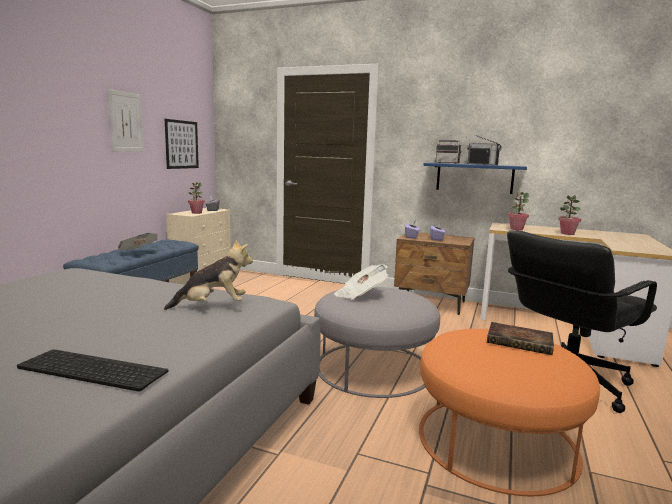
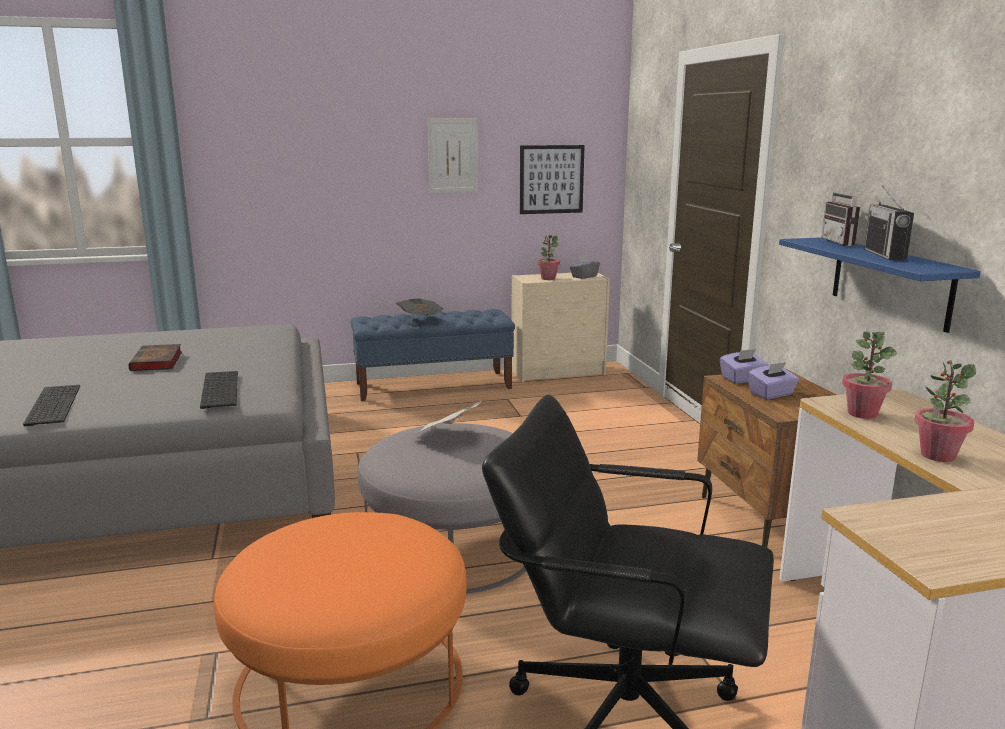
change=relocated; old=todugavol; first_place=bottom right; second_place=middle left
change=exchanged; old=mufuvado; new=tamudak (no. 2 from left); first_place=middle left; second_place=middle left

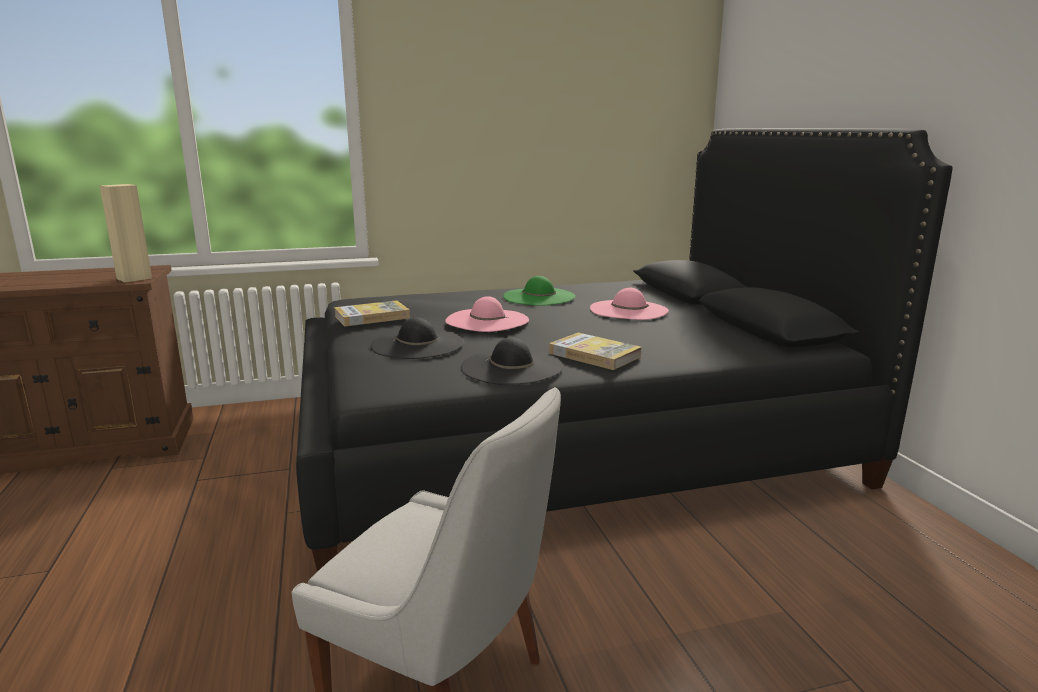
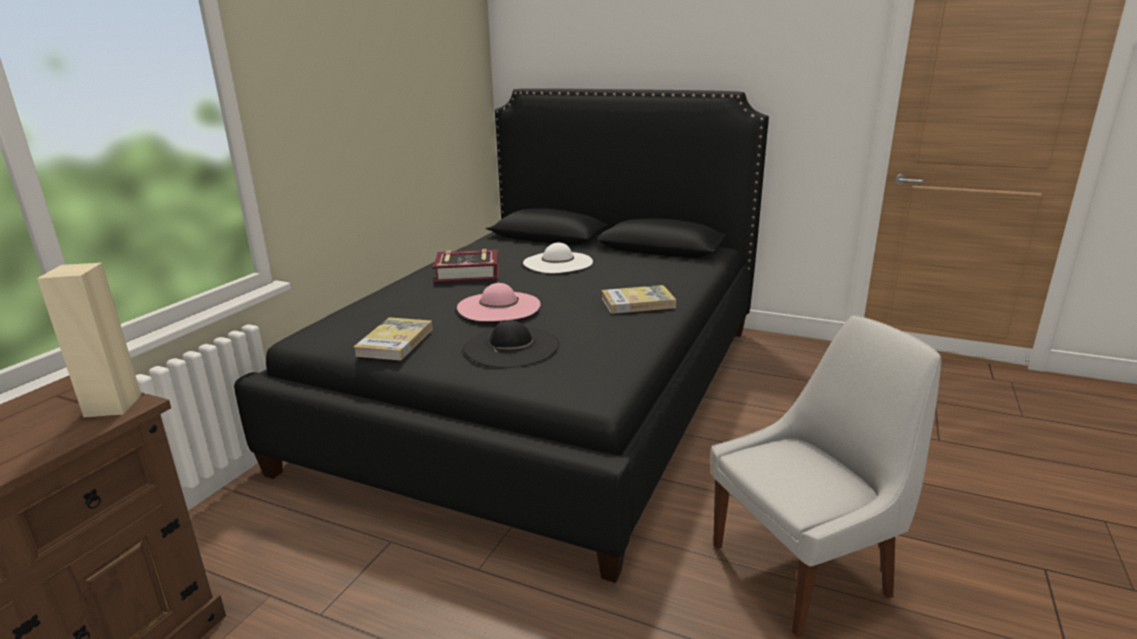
change=exchanged; old=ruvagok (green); new=todugavol (no. 2 from left); first_place=centre; second_place=centre
change=colour; old=ruvagok (pink) (no. 2 from left); new=ruvagok (white); first_place=centre; second_place=centre
change=missing; old=ruvagok (black) (no. 2 from left); first_place=centre

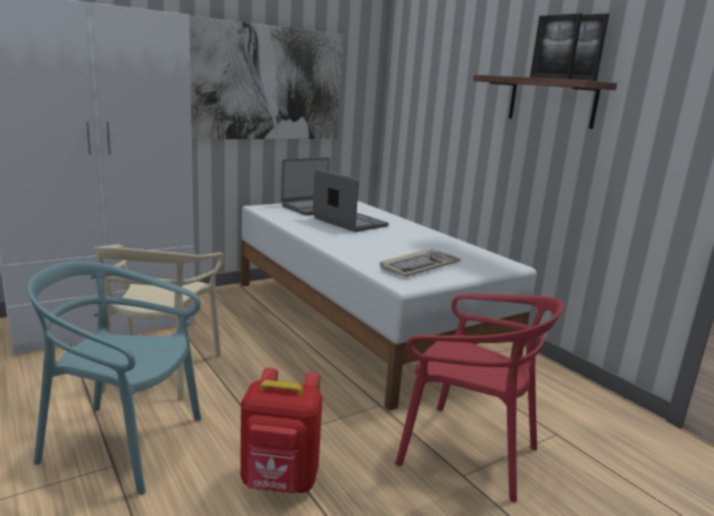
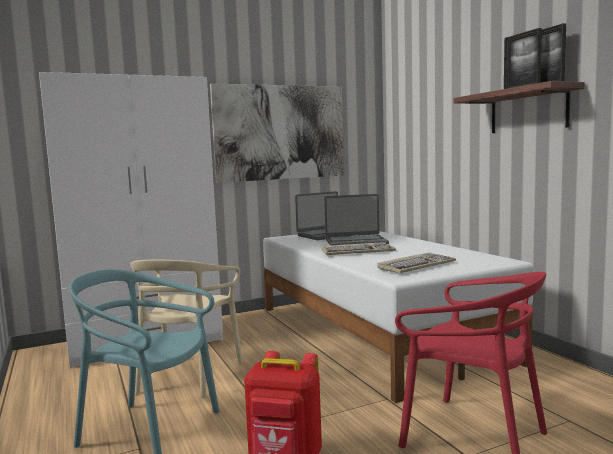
change=appeared; new=tamudak (no. 1 from left); second_place=centre
change=spun; old=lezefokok (no. 2 from left); first_place=centre; second_place=centre; degrees=120

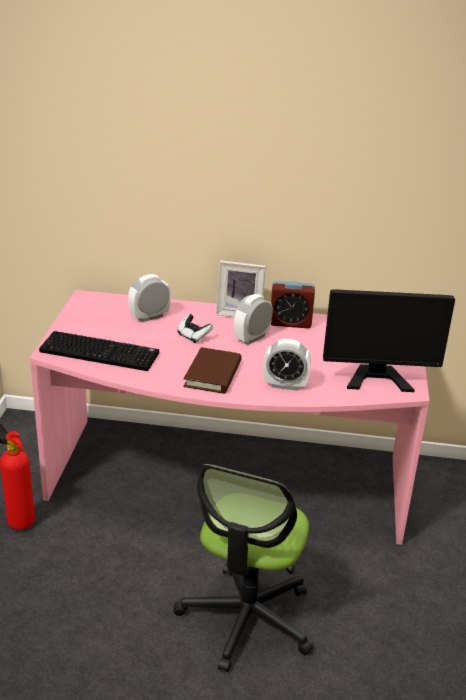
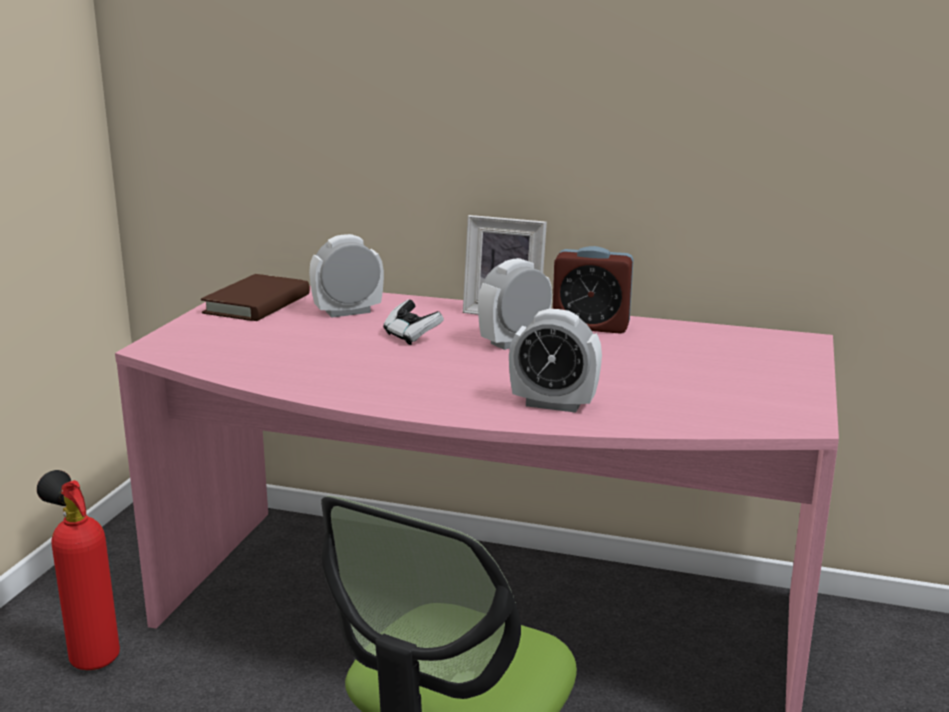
change=relocated; old=todugavol (brown); first_place=centre; second_place=middle left
change=missing; old=tamudak; first_place=middle left
change=missing; old=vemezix; first_place=middle right

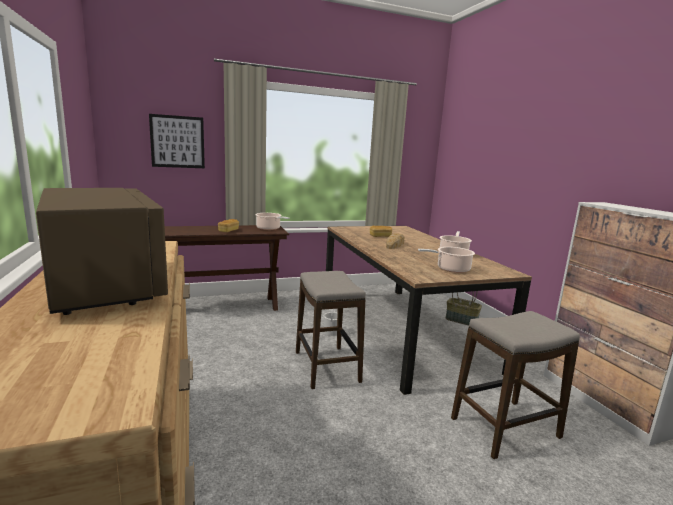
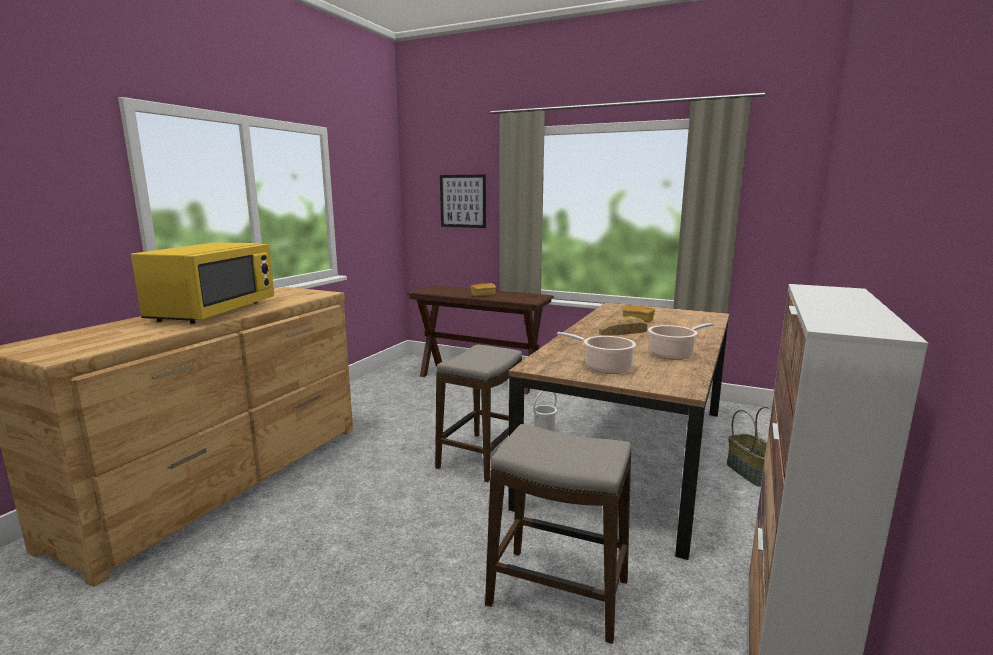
change=colour; old=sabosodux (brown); new=sabosodux (yellow); first_place=middle left; second_place=middle left
change=missing; old=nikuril (no. 1 from left); first_place=centre

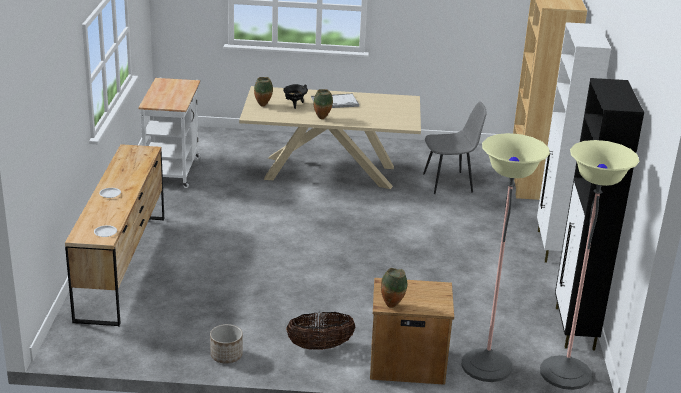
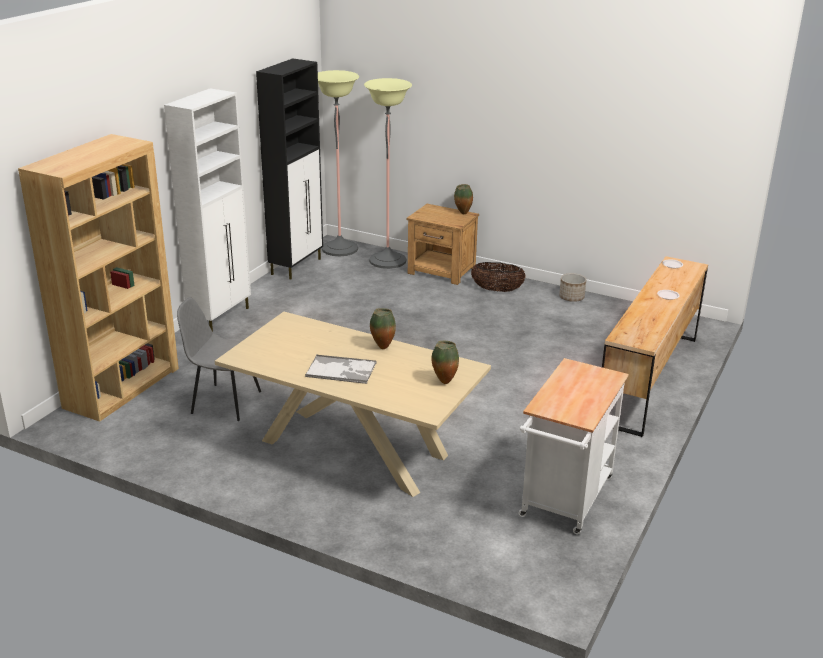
change=missing; old=nikuril (black); first_place=top centre

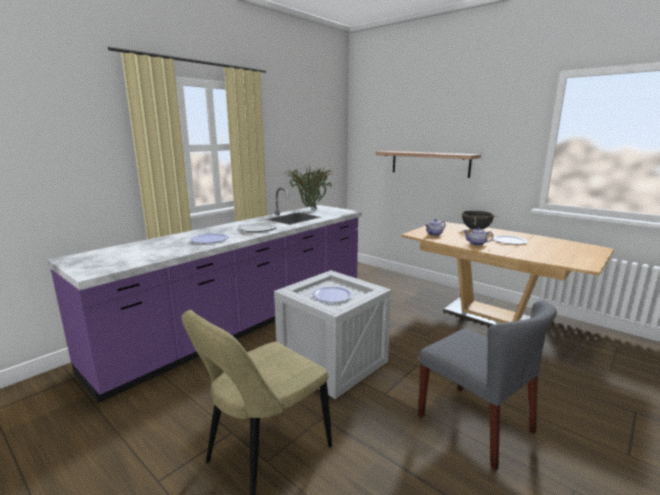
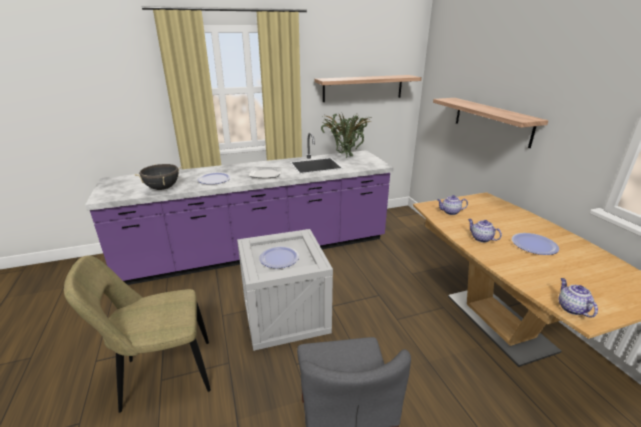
change=relocated; old=nikuril (black); first_place=middle right; second_place=middle left
change=appeared; new=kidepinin (no. 1 from left); second_place=top centre
change=appeared; new=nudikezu (no. 3 from left); second_place=bottom right

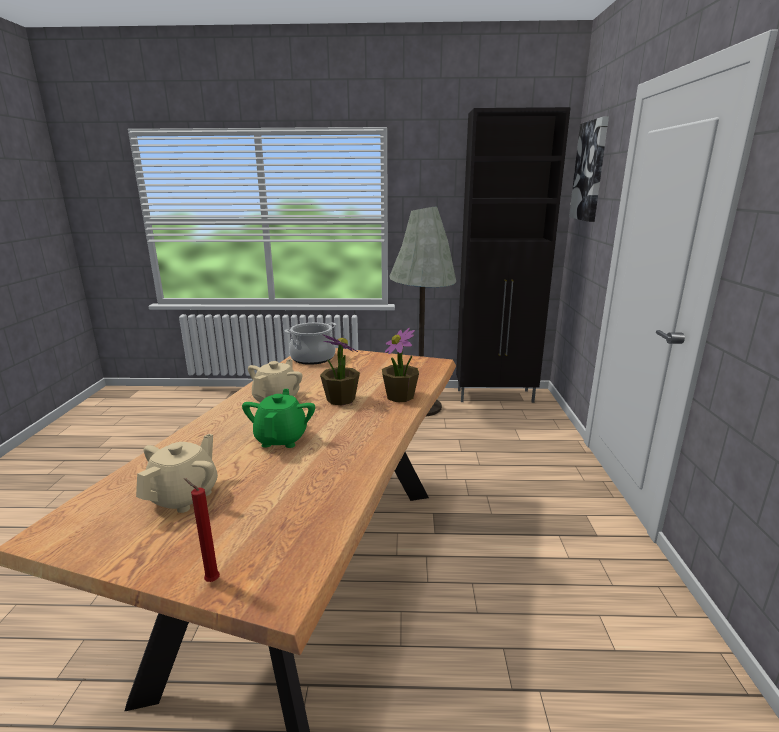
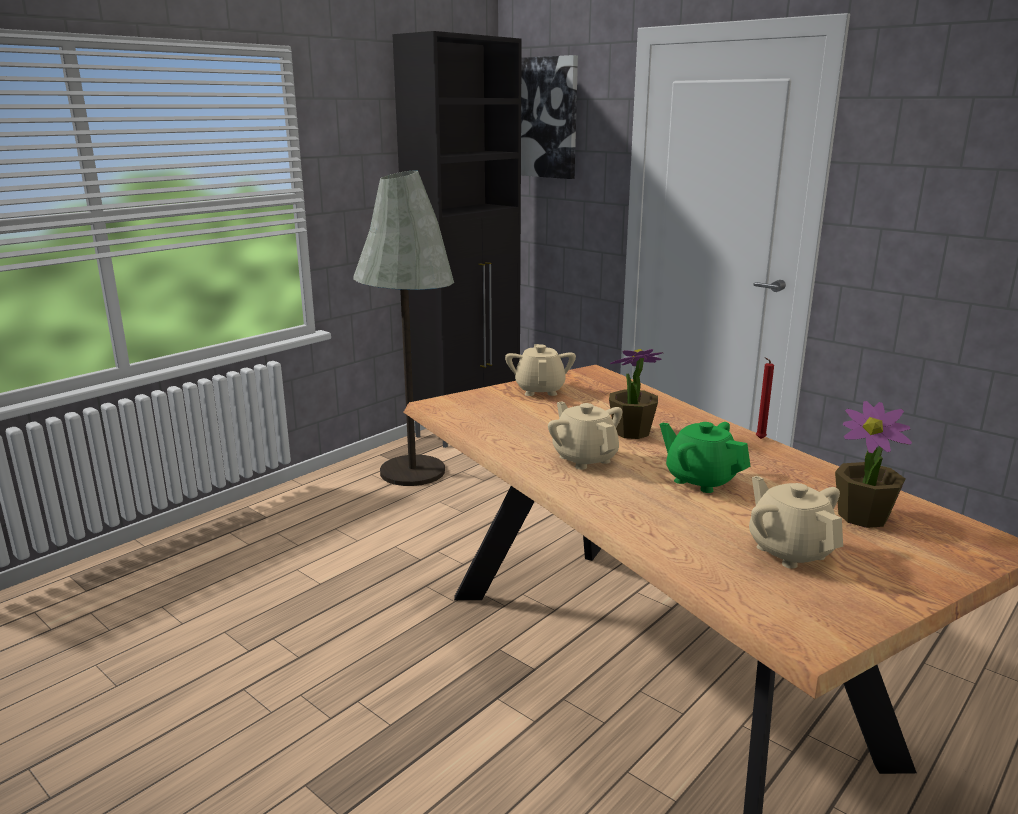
change=appeared; new=nudikezu (beige) (no. 1 from left); second_place=centre
change=relocated; old=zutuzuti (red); first_place=bottom left; second_place=middle right
change=relocated; old=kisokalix (no. 2 from left); first_place=centre; second_place=middle right
change=missing; old=nikuril; first_place=centre

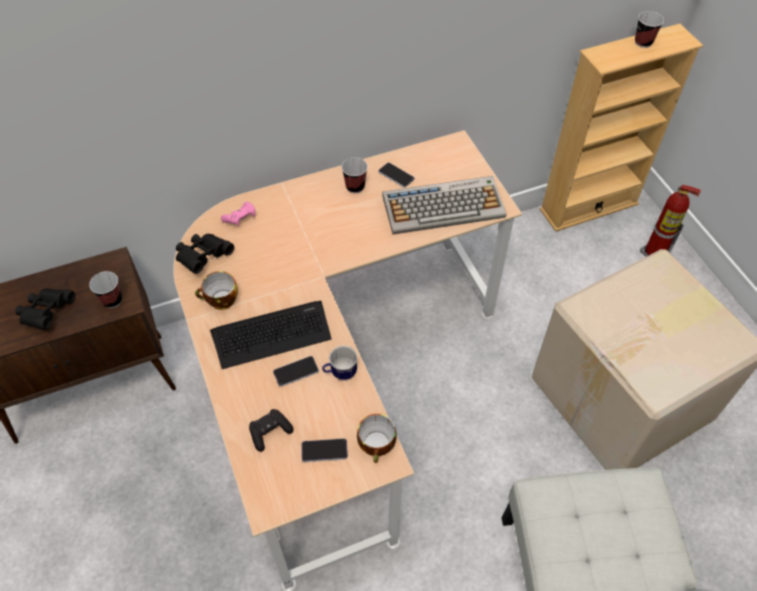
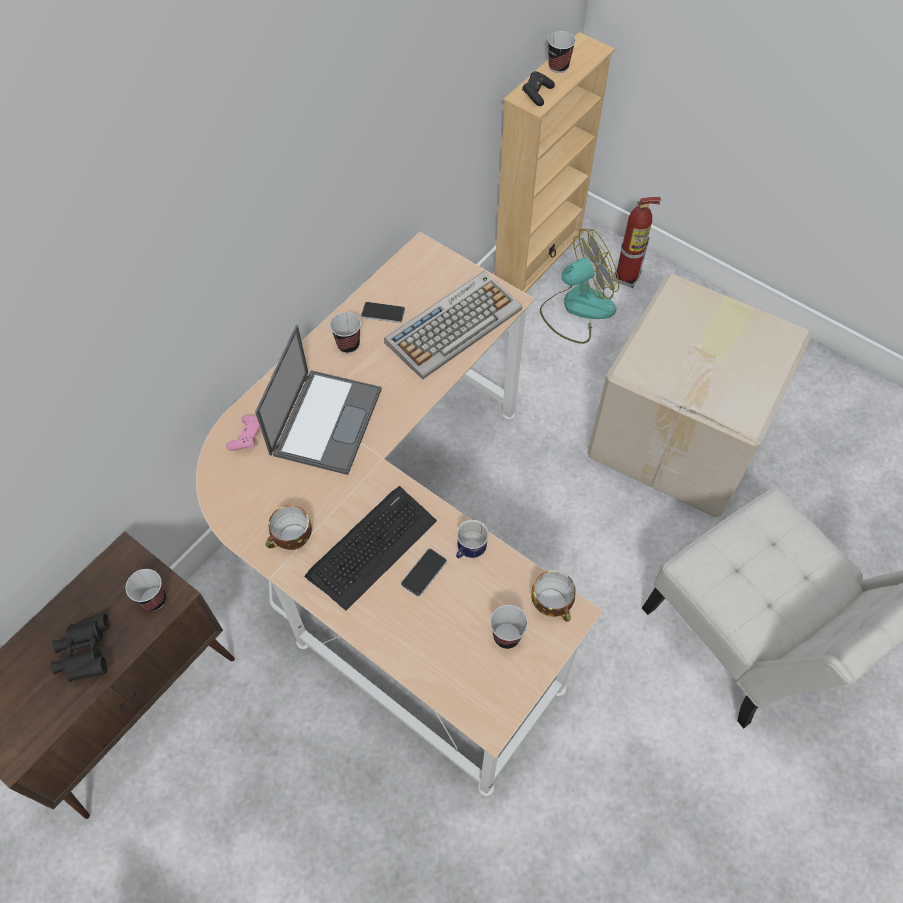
change=appeared; new=lezefokok; second_place=centre
change=exchanged; old=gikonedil (no. 2 from left); new=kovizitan (no. 4 from left); first_place=bottom centre; second_place=bottom centre
change=relocated; old=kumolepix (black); first_place=bottom centre; second_place=top centre
change=appeared; new=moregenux; second_place=top centre
change=missing; old=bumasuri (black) (no. 2 from left); first_place=middle left

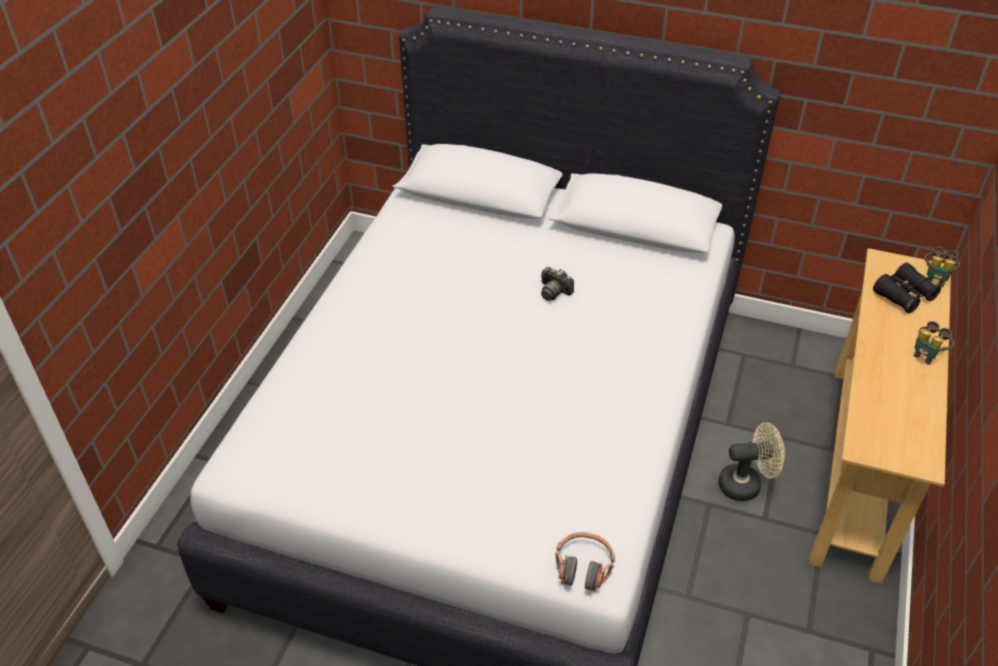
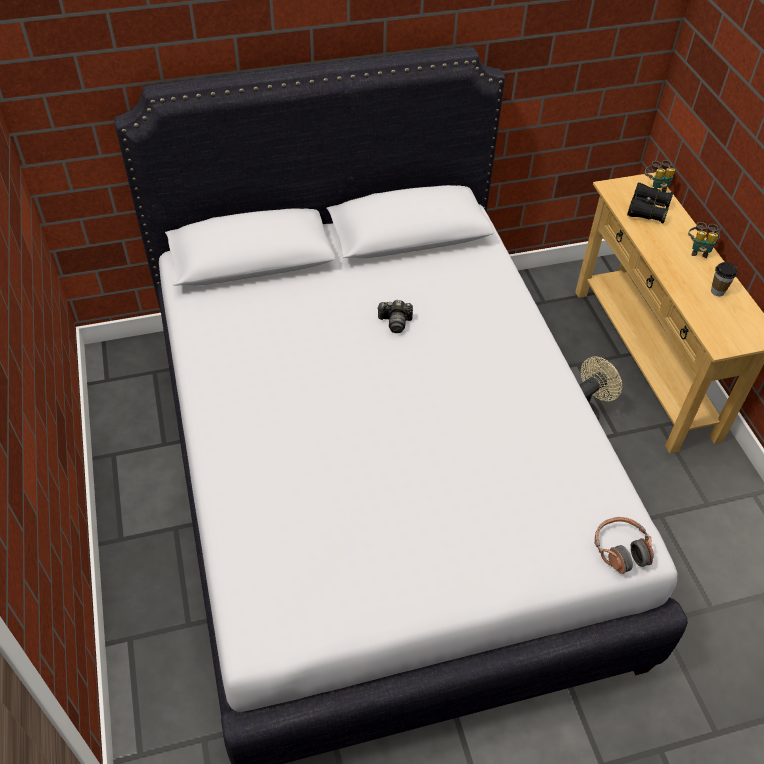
change=appeared; new=kovizitan; second_place=middle right

